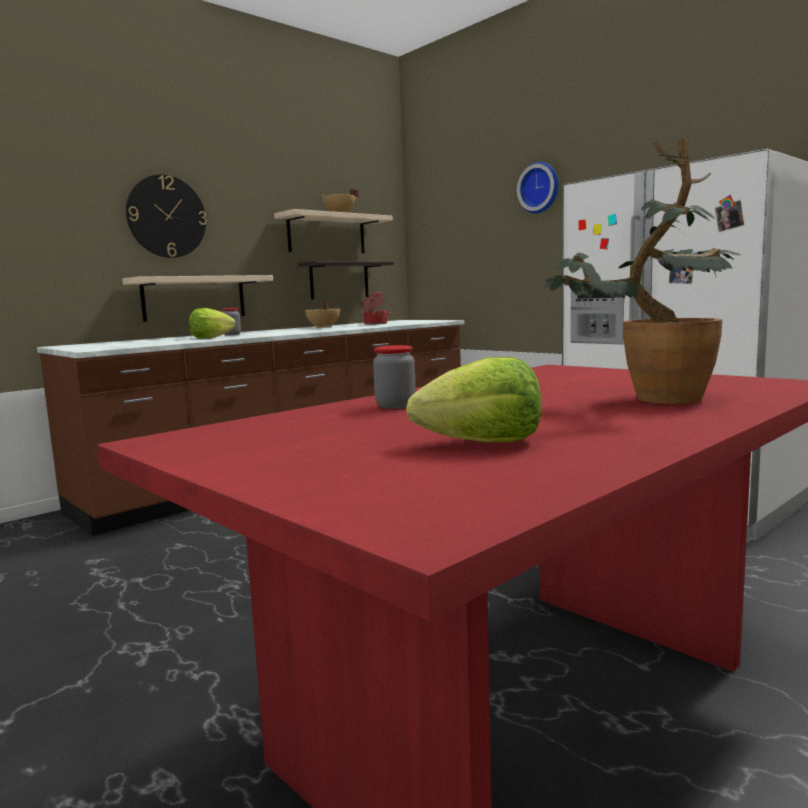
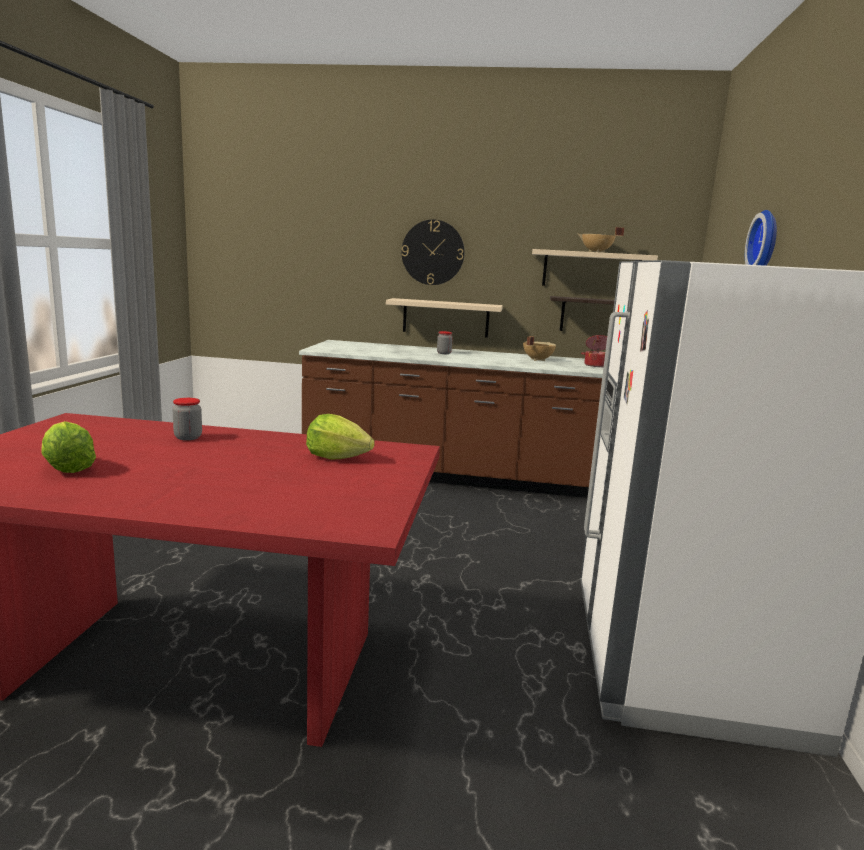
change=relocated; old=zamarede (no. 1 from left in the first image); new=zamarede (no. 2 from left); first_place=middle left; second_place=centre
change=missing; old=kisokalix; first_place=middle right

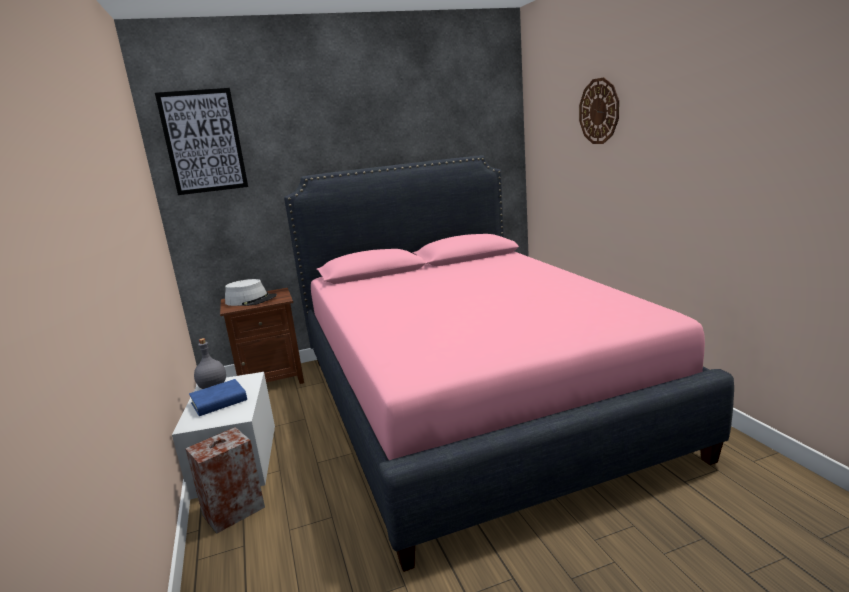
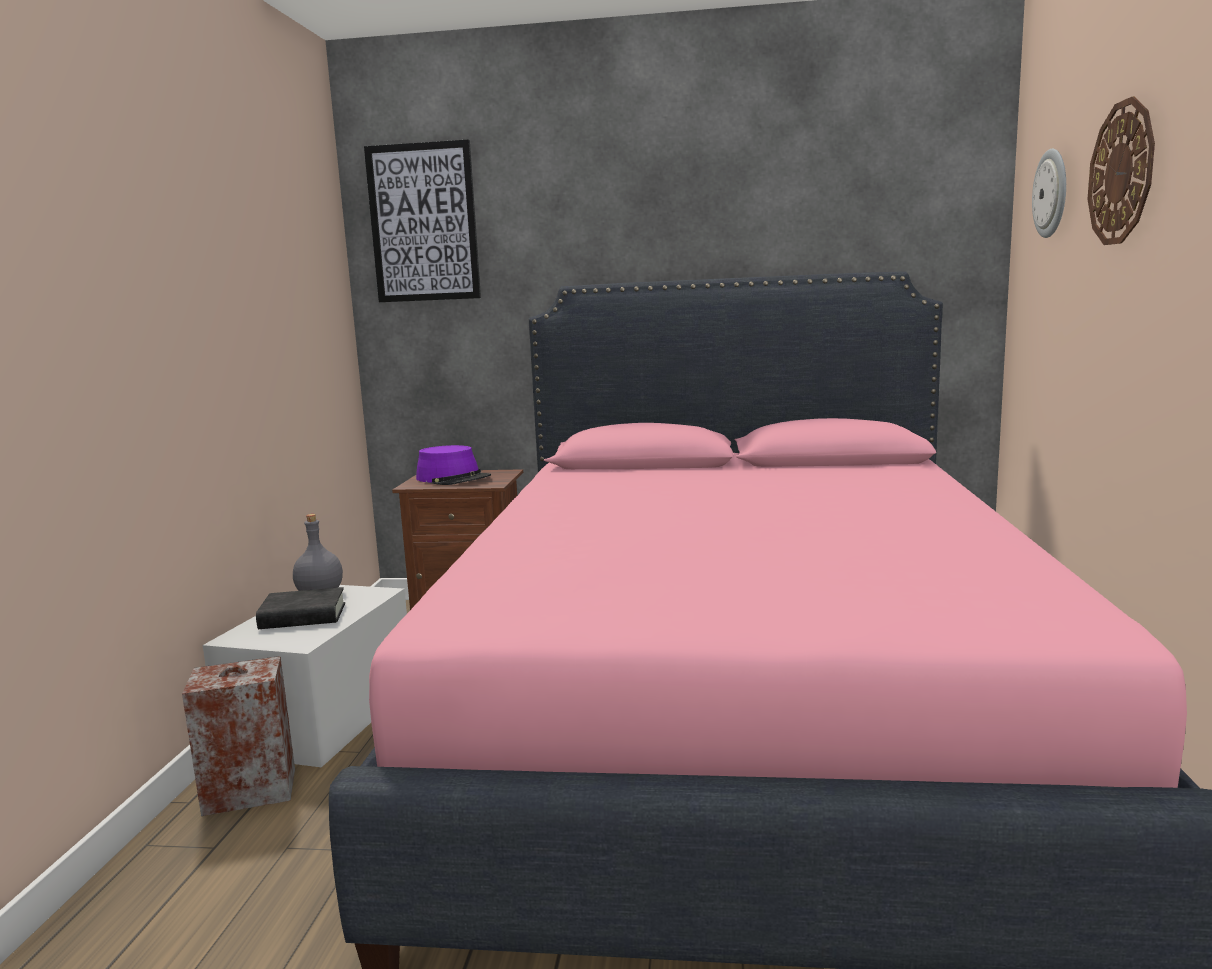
change=colour; old=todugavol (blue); new=todugavol (black); first_place=bottom left; second_place=middle left
change=colour; old=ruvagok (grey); new=ruvagok (purple); first_place=middle left; second_place=centre
change=appeared; new=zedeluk (no. 1 from left); second_place=top right

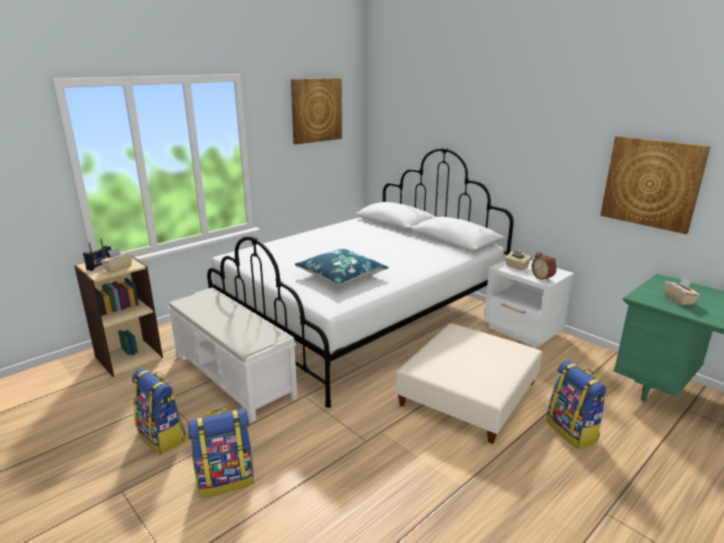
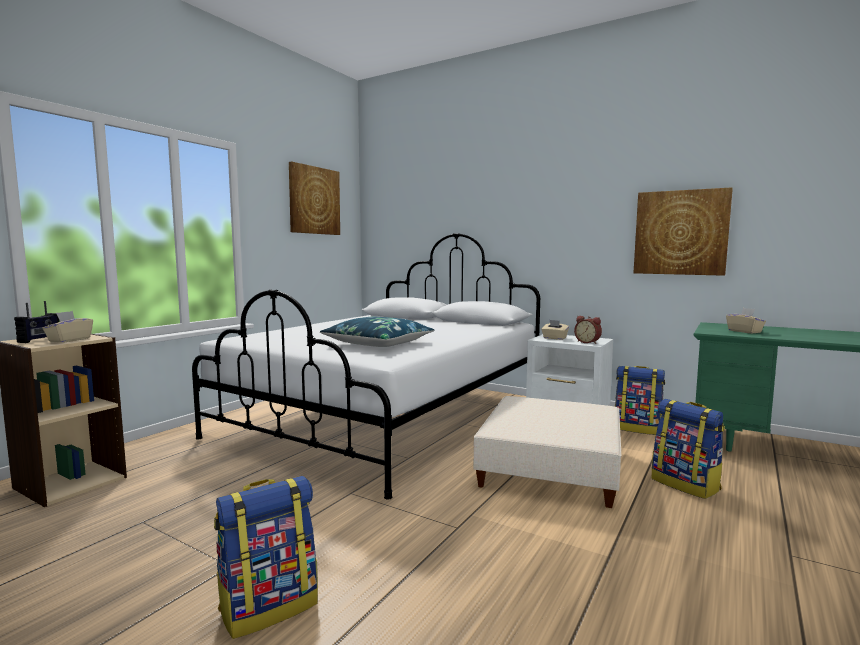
change=relocated; old=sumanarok (no. 1 from left in the first image); new=sumanarok (no. 2 from left); first_place=bottom left; second_place=middle right
change=missing; old=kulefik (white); first_place=middle left

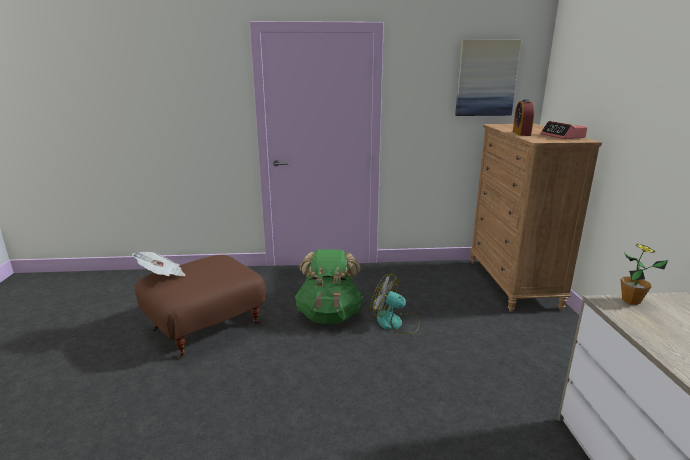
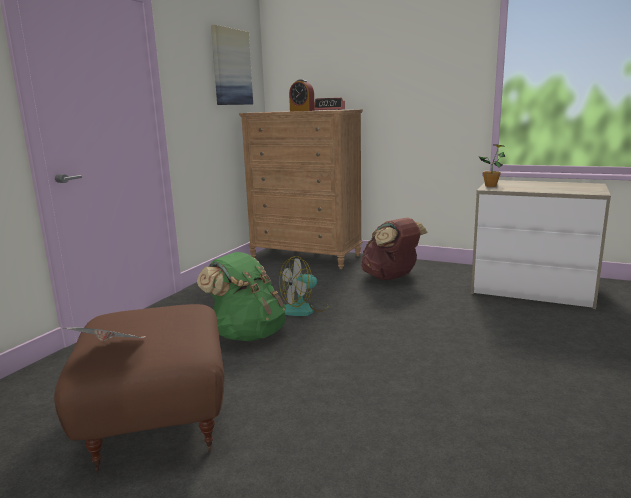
change=appeared; new=sumanarok (brown); second_place=centre

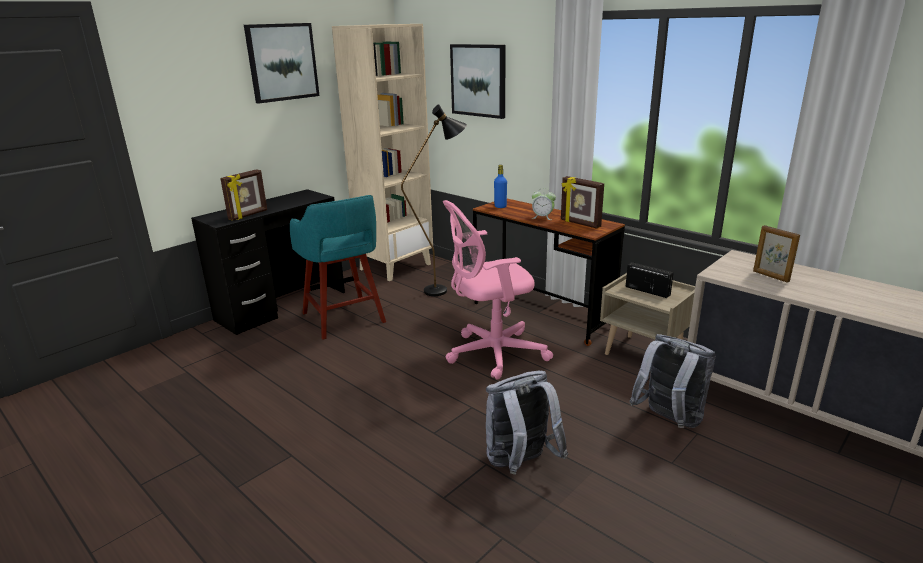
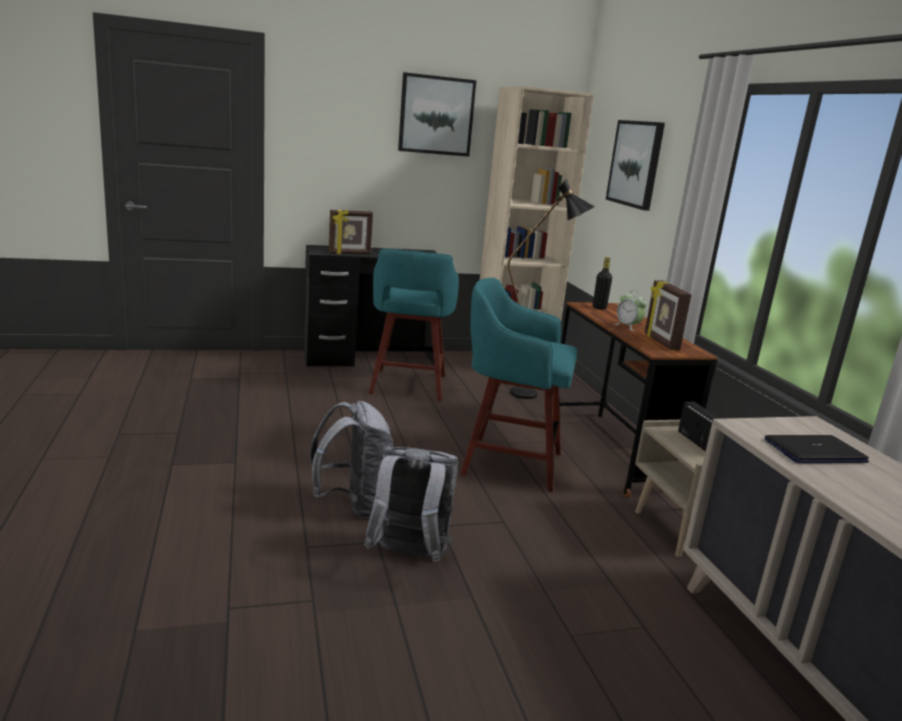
change=relocated; old=sumanarok (grey) (no. 2 from left in the first image); new=sumanarok (grey) (no. 1 from left); first_place=bottom right; second_place=centre
change=exchanged; old=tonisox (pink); new=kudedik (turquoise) (no. 2 from left); first_place=centre; second_place=centre
change=colour; old=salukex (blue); new=salukex (black); first_place=top centre; second_place=middle right
change=exchanged; old=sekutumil (no. 3 from left); new=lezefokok; first_place=middle right; second_place=middle right

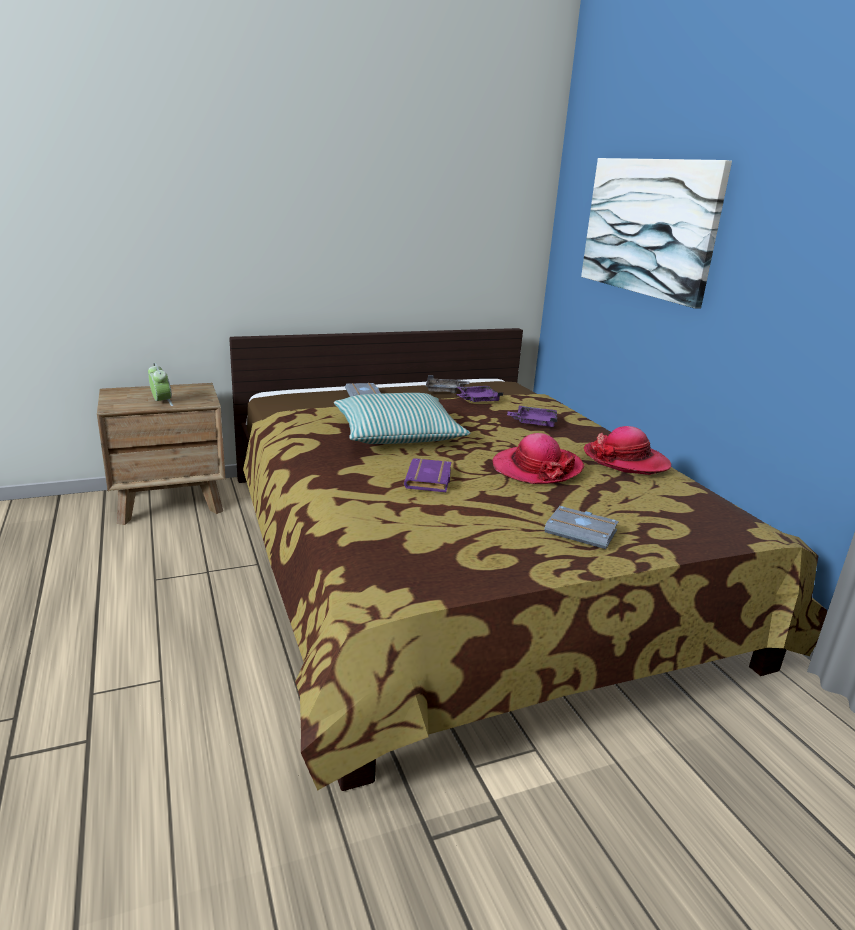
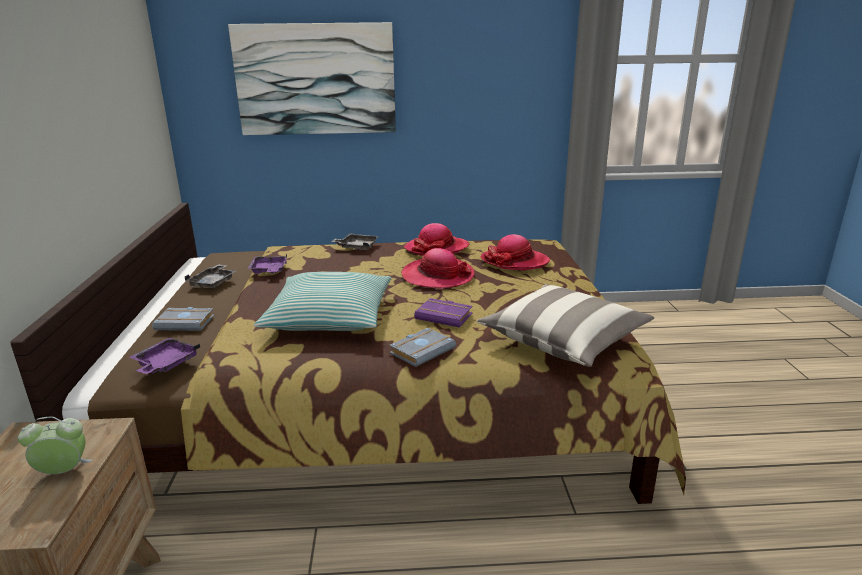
change=relocated; old=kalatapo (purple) (no. 2 from left in the first image); new=kalatapo (purple) (no. 1 from left); first_place=centre; second_place=middle left
change=appeared; new=kalatapo (grey) (no. 2 from left); second_place=centre
change=relocated; old=todugavol (grey) (no. 2 from left); first_place=middle right; second_place=centre
change=appeared; new=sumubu (no. 2 from left); second_place=centre
change=appeared; new=ruvagok (no. 3 from left); second_place=centre

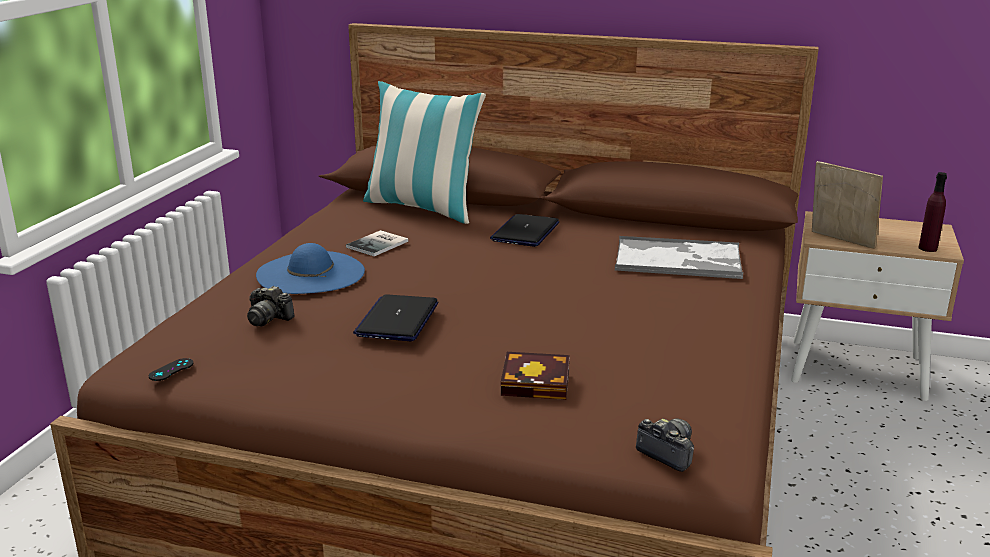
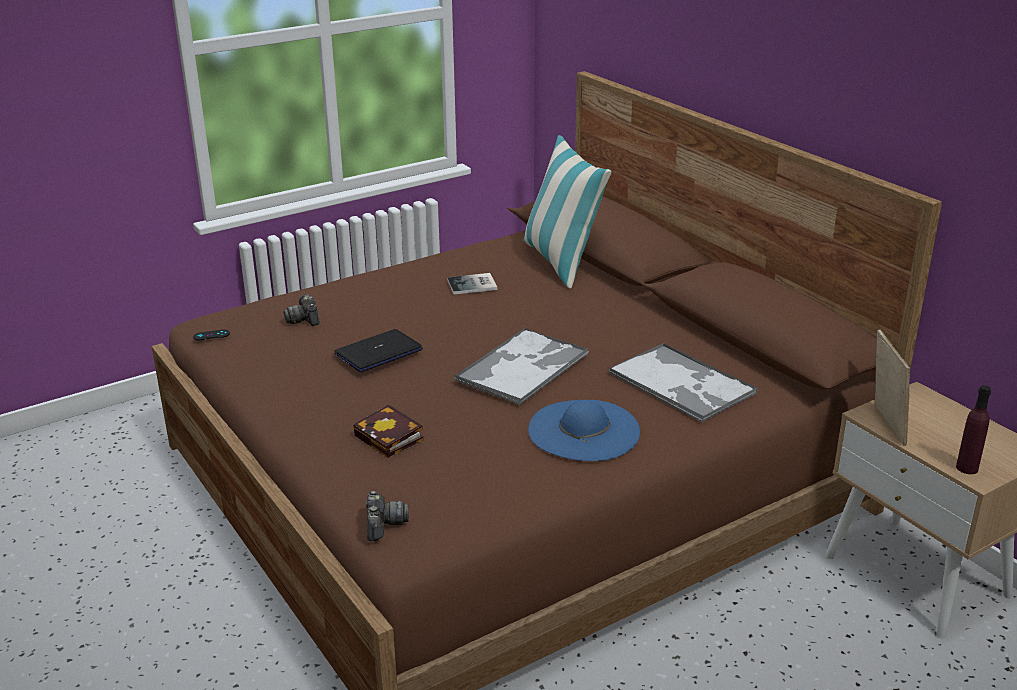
change=appeared; new=kalatapo (no. 1 from left); second_place=centre
change=relocated; old=ruvagok (blue); first_place=middle left; second_place=centre
change=missing; old=lezefokok (no. 2 from left); first_place=centre

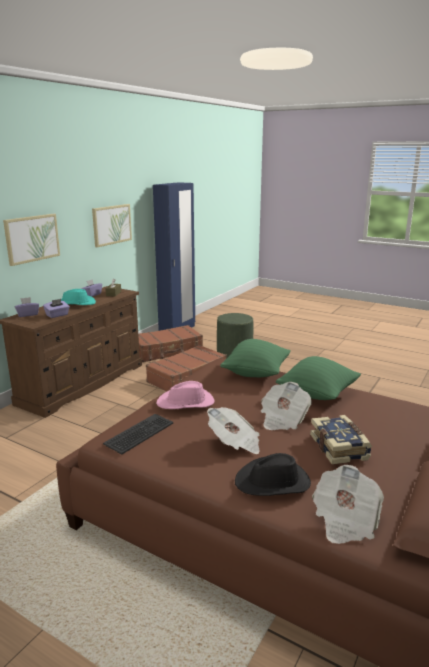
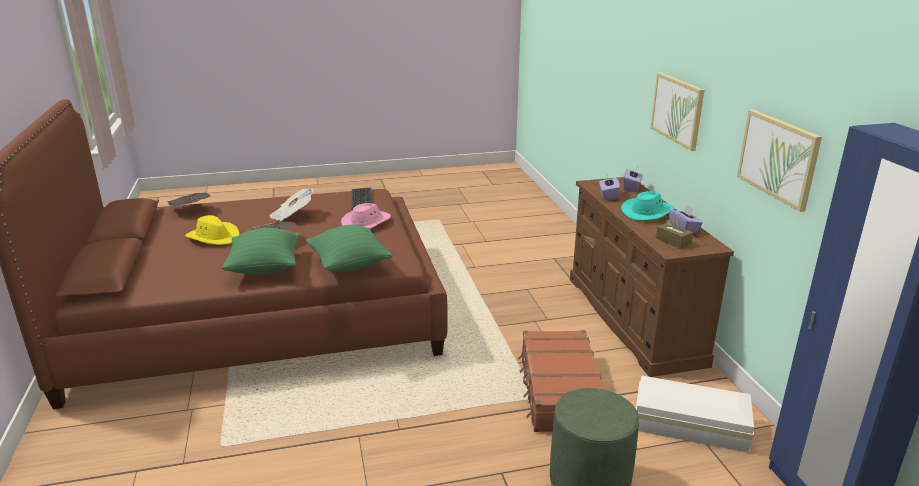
change=exchanged; old=todugavol; new=ruvagok (yellow); first_place=middle right; second_place=middle left
change=exchanged; old=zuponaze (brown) (no. 1 from left); new=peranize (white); first_place=centre; second_place=bottom right
change=missing; old=ruvagok (black); first_place=bottom centre

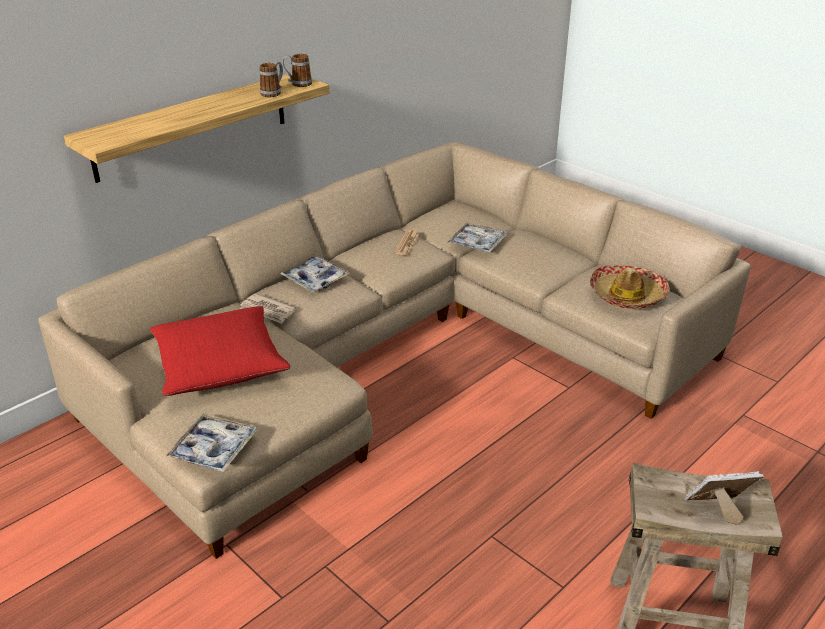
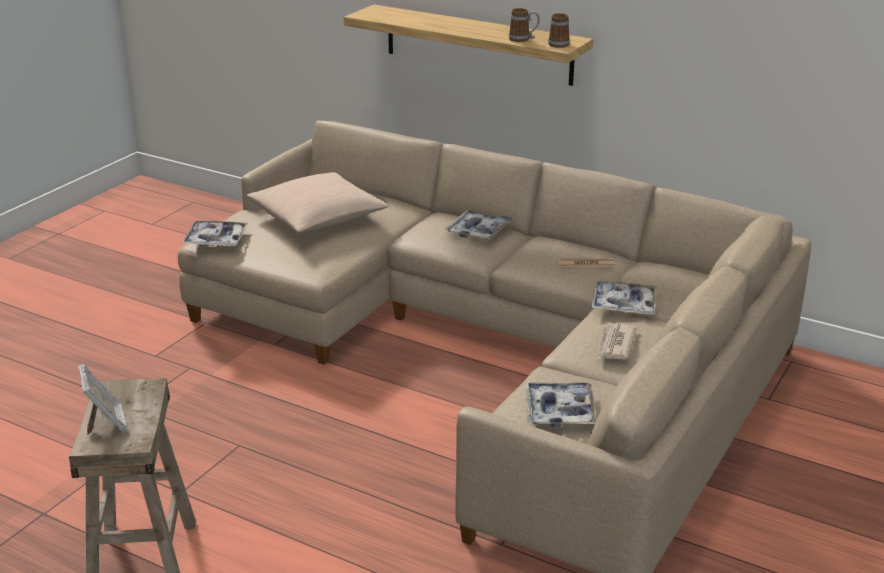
change=colour; old=sumubu (red); new=sumubu (beige); first_place=middle left; second_place=centre
change=exchanged; old=ruvagok; new=kalatapo (no. 3 from left); first_place=middle right; second_place=bottom centre
change=relocated; old=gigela (no. 1 from left in the first image); new=gigela (no. 2 from left); first_place=middle left; second_place=middle right

